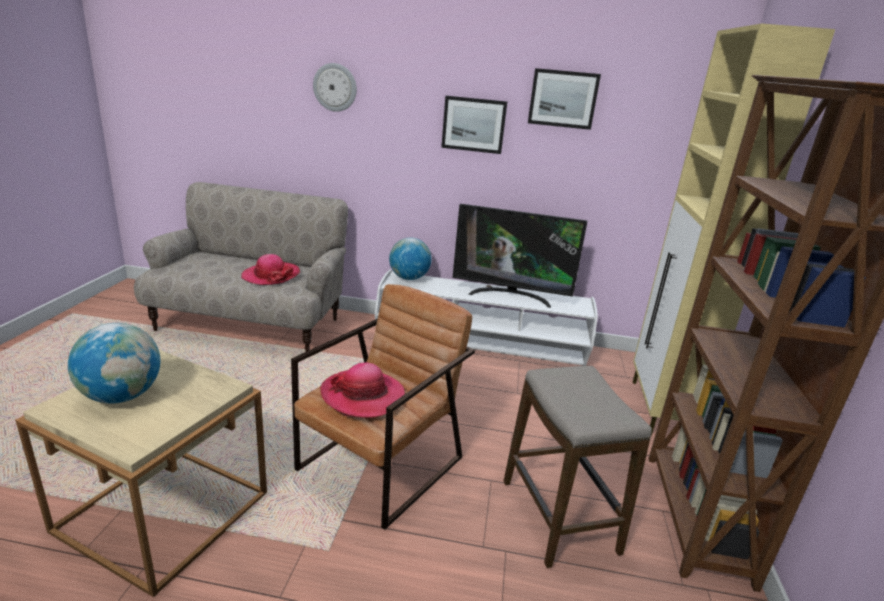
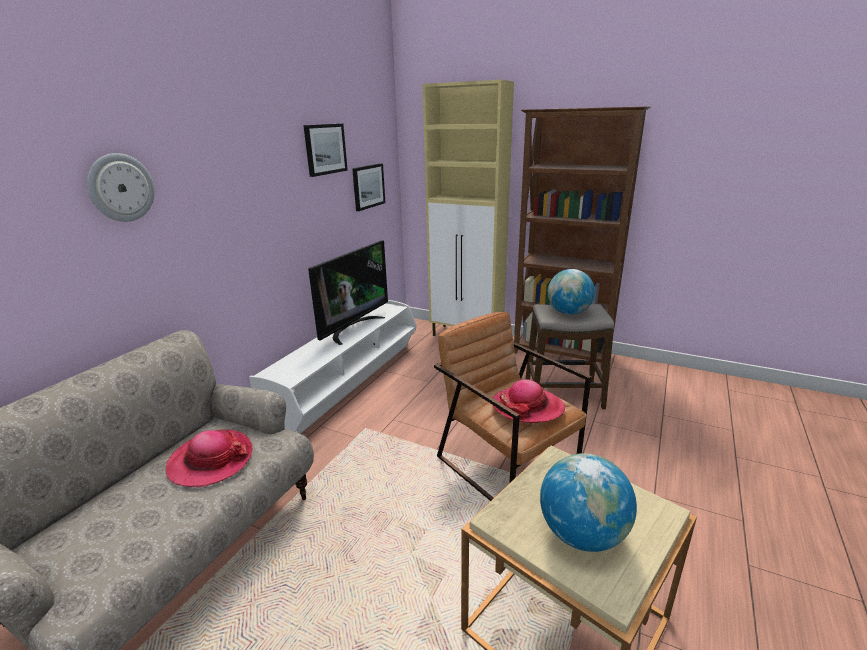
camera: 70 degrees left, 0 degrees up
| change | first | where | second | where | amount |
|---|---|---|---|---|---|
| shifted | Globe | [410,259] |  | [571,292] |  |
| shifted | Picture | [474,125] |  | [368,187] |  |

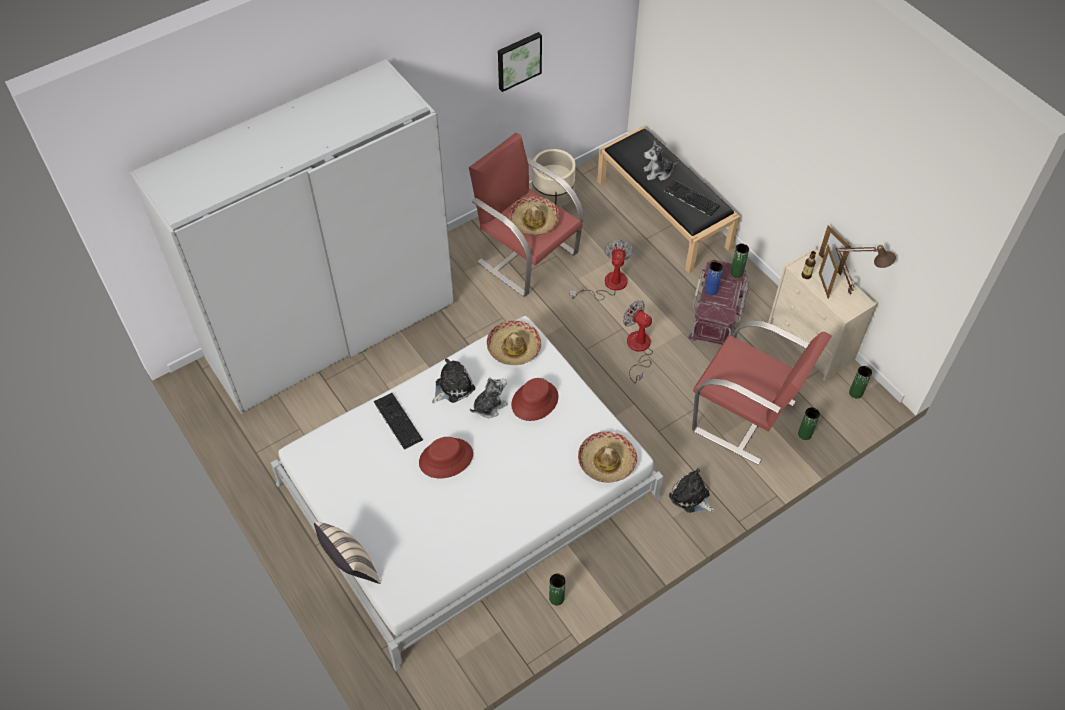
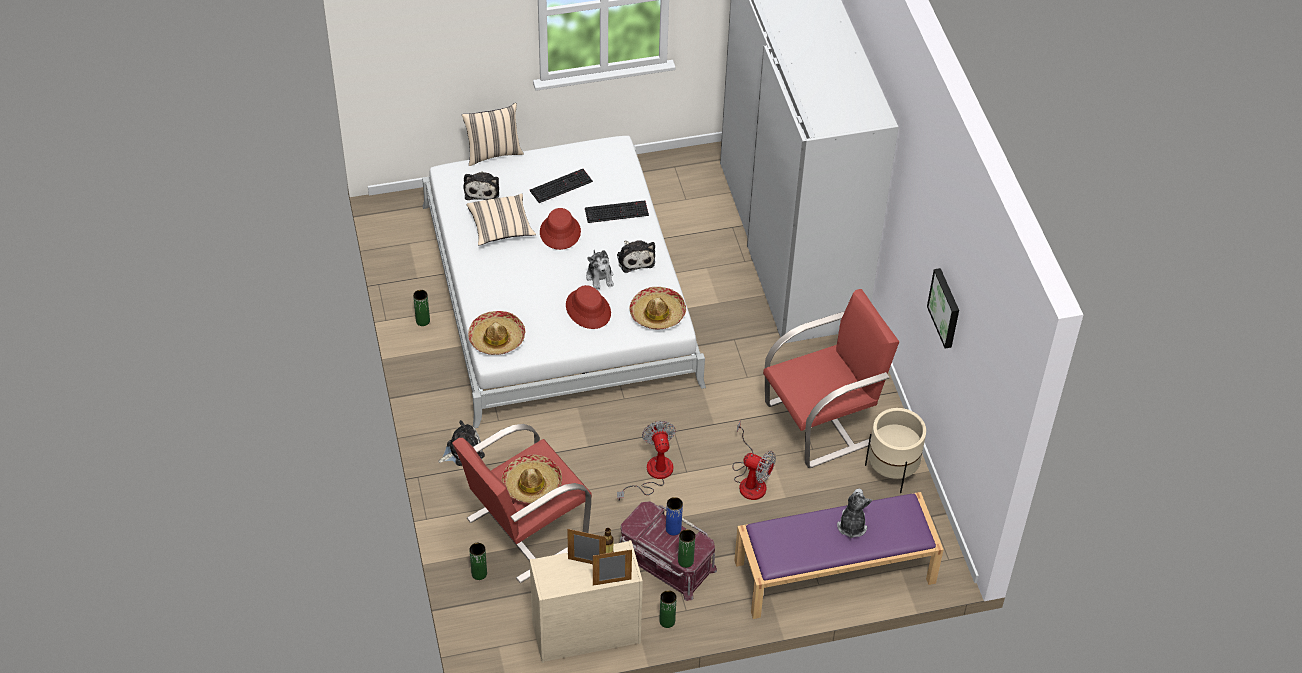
camera: 110 degrees right, 5 degrees down
| change | first | where | second | where | amount |
|---|---|---|---|---|---|
| shifted | Hat | [534,216] |  | [531,479] |  |
| repainted | BlackBench | [668,200] | PurpleBench | [839,555] |  |
| rotated | Fan | [638,341] |  | [646,461] | 75 degrees counterclockwise |
| shifted | Keyboard | [692,198] |  | [561,186] |  |
| gone | BrownTableLamp | [865,270] |  |  |  |
| shifted | GreenVase | [860,382] |  | [668,609] |  |
| new |  |  | PlushToy | [481,185] |  |
| new |  |  | BeigePillow | [501,219] |  |

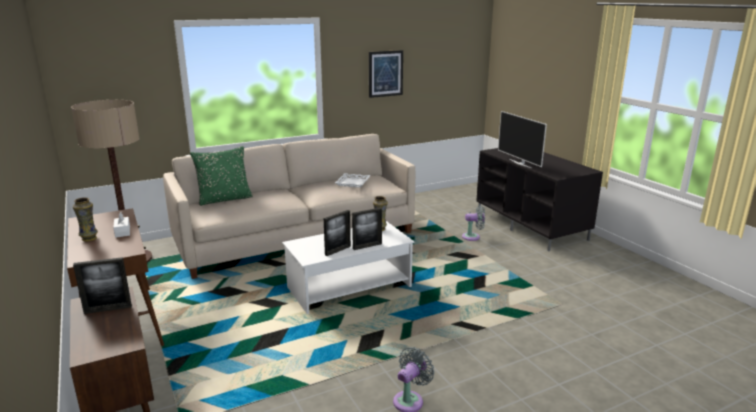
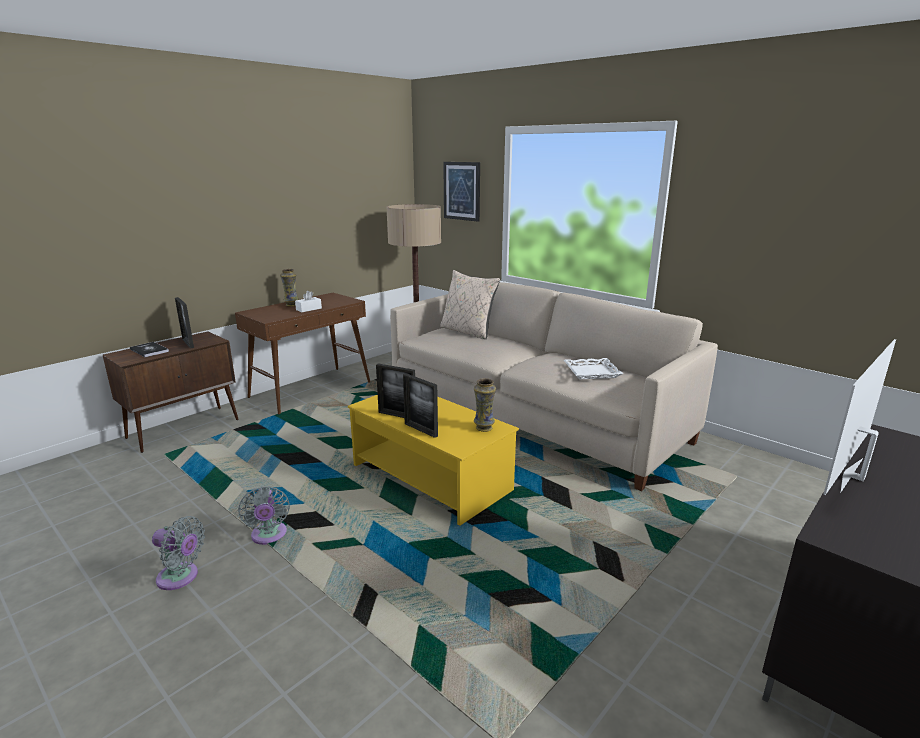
camera: 70 degrees right, 0 degrees up
| change | first | where | second | where | amount |
|---|---|---|---|---|---|
| repainted | GreenPillow | [221,176] | BeigePillow | [470,304] |  |
| repainted | WhiteCoffeeTable | [348,267] | YellowCoffeeTable | [433,460] |  |
| shifted | Picture | [386,74] |  | [461,192] |  |
| shifted | GreyFan | [473,223] |  | [264,515] |  |
| new |  |  | Book | [149,349] |  |

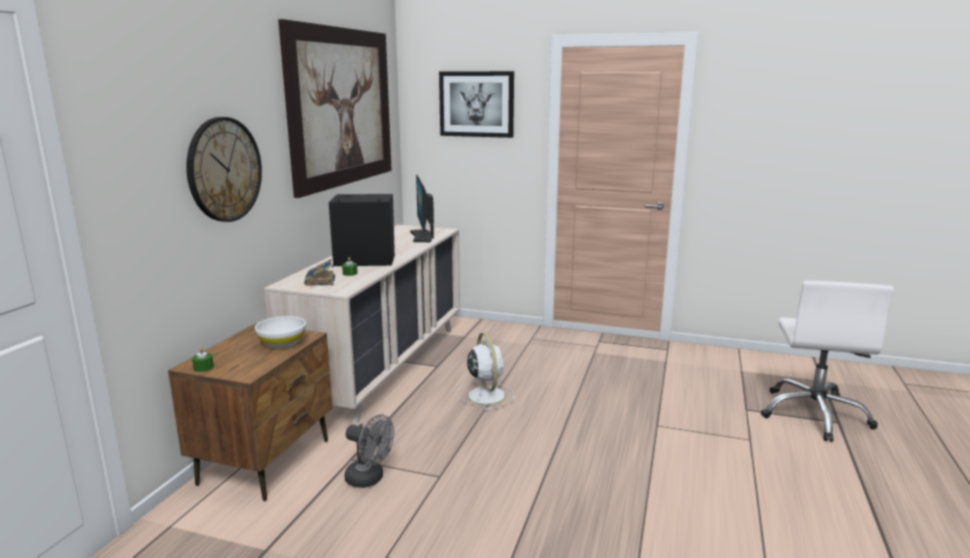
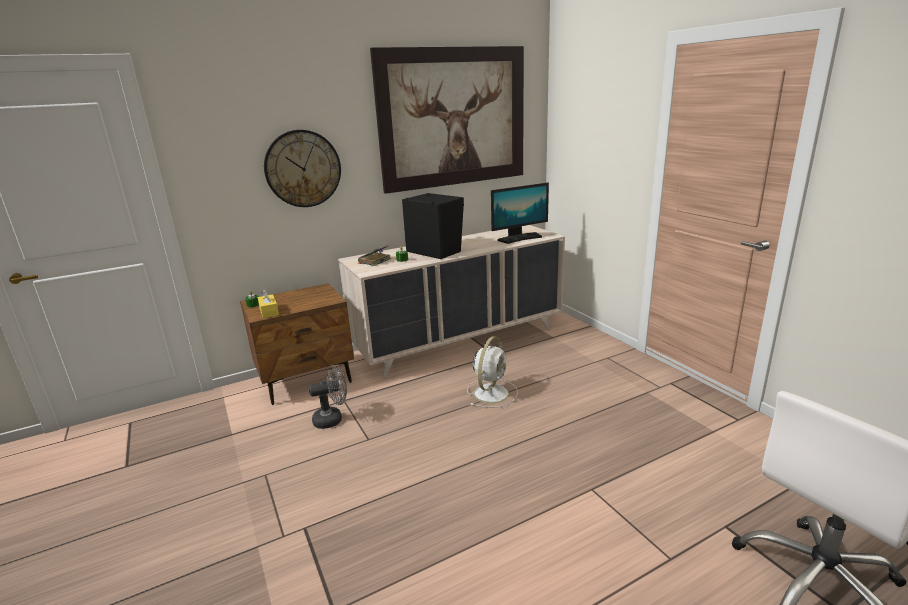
camera: 45 degrees right, 5 degrees up
| change | first | where | second | where | amount |
|---|---|---|---|---|---|
| gone | WhiteBowl | [280,332] |  |  |  |
| rotated | GreyFan | [369,451] |  | [328,397] | 90 degrees counterclockwise |
| rotated | Monitor | [422,208] |  | [520,213] | 150 degrees counterclockwise |
| gone | Picture | [476,104] |  |  |  |
| new |  |  | YellowTissueBox | [268,303] |  |

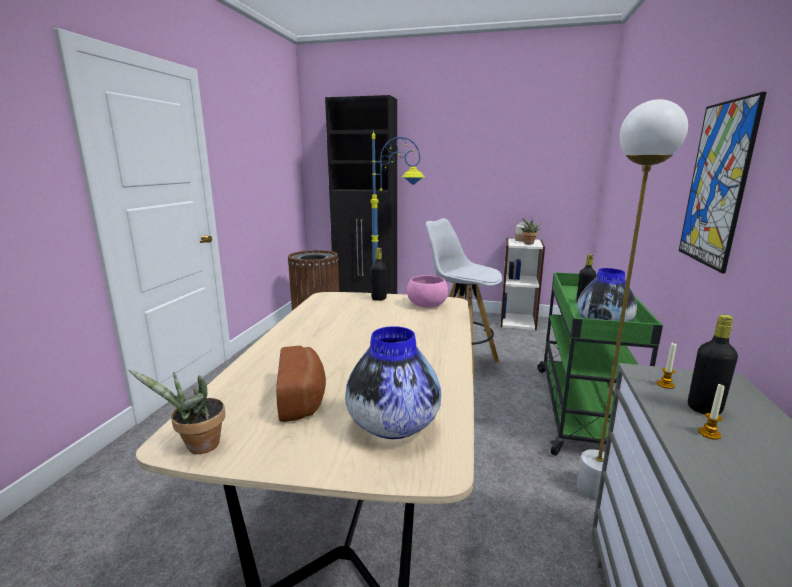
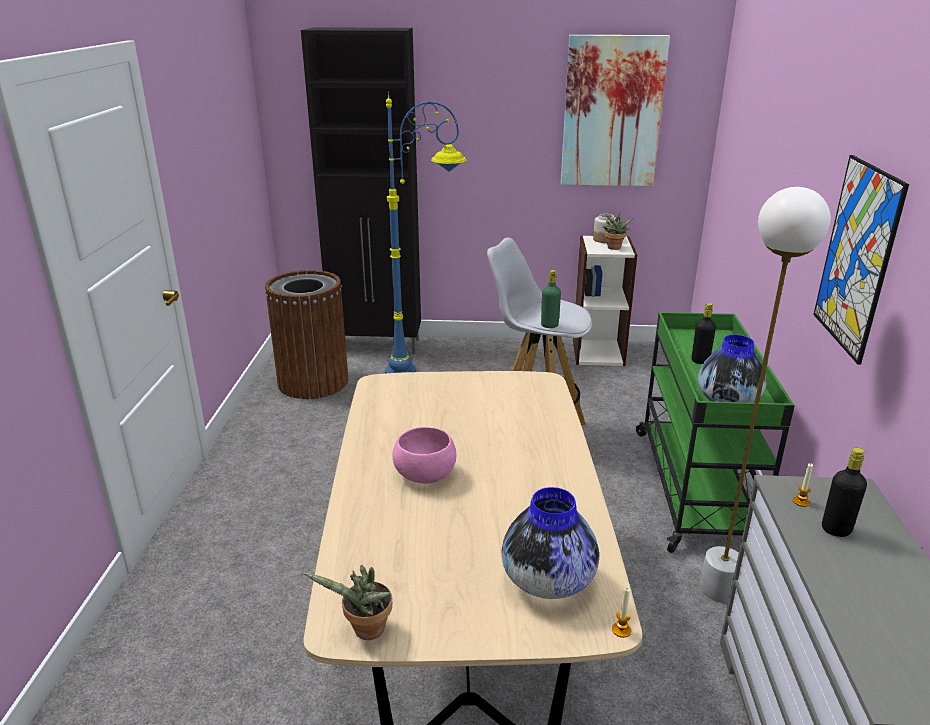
camera: 10 degrees left, 10 degrees up
| change | first | where | second | where | amount |
|---|---|---|---|---|---|
| gone | Bread | [301,384] |  |  |  |
| gone | BlackBottle | [378,274] |  |  |  |
| shifted | PinkBowl | [427,291] |  | [424,455] |  |
| shifted | Candle | [711,412] |  | [621,613] |  |
| new |  |  | GreenBottle | [551,299] |  |
| new |  |  | Picture | [615,110] |  |

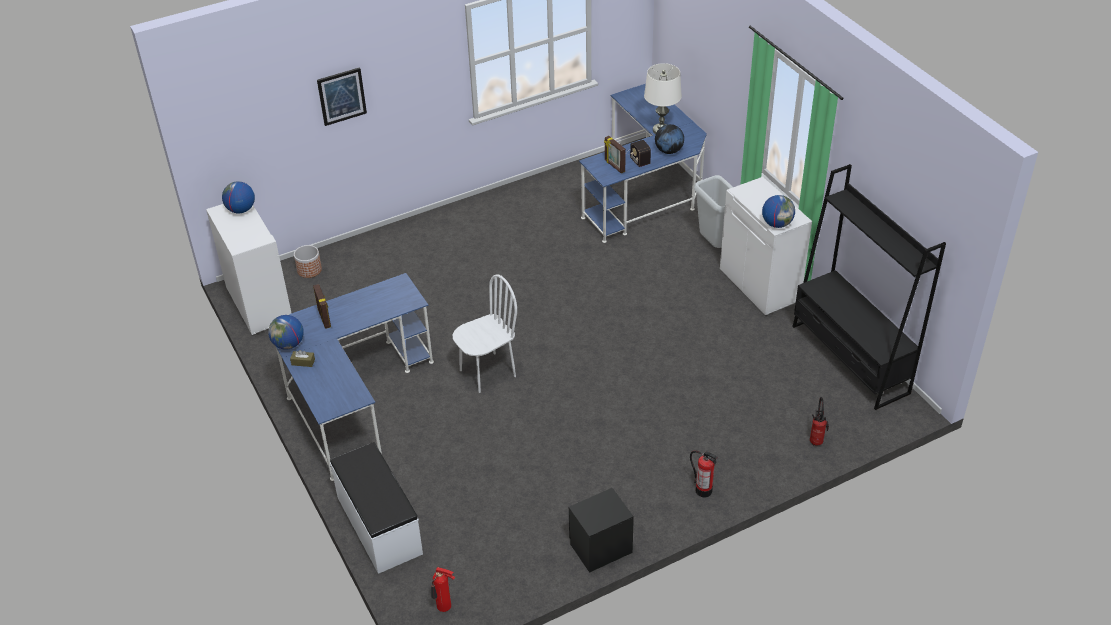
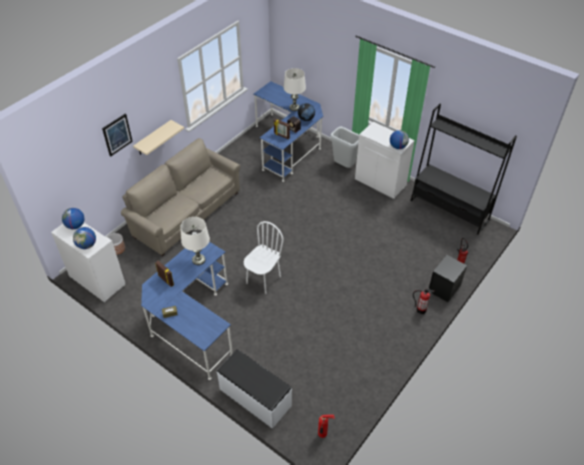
camera: 25 degrees left, 5 degrees up
| change | first | where | second | where | amount |
|---|---|---|---|---|---|
| shifted | Globe | [286,332] |  | [84,238] |  |
| shifted | BlackNightstand | [601,530] |  | [448,278] |  |
| new |  |  | BeigeSofa | [180,197] |  |
| new |  |  | BeigeShelf | [158,137] |  |
| new |  |  | WhiteTableLamp | [195,241] |  |

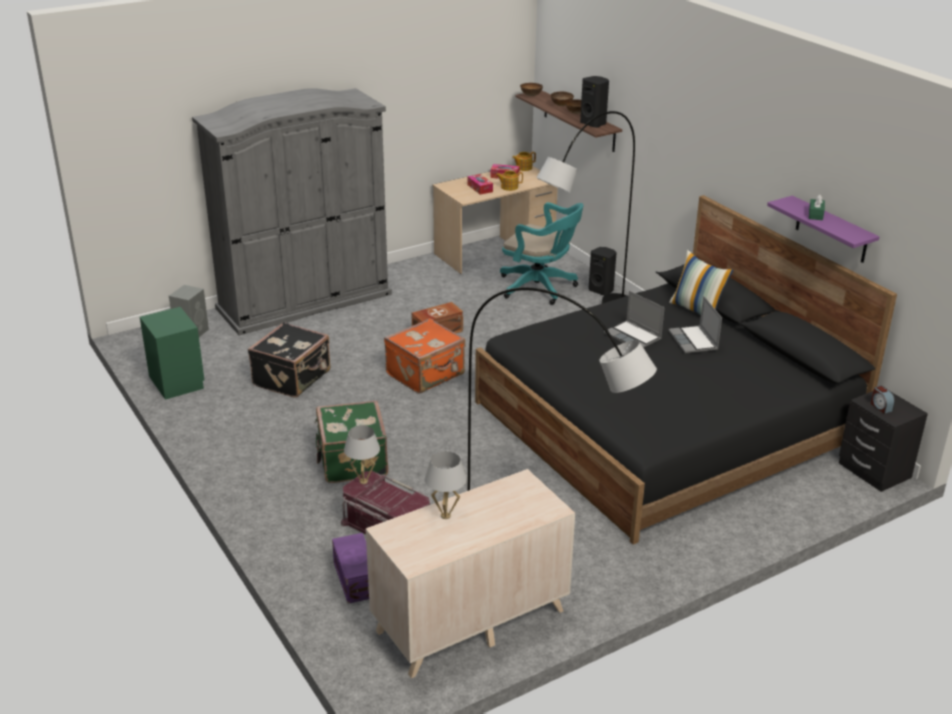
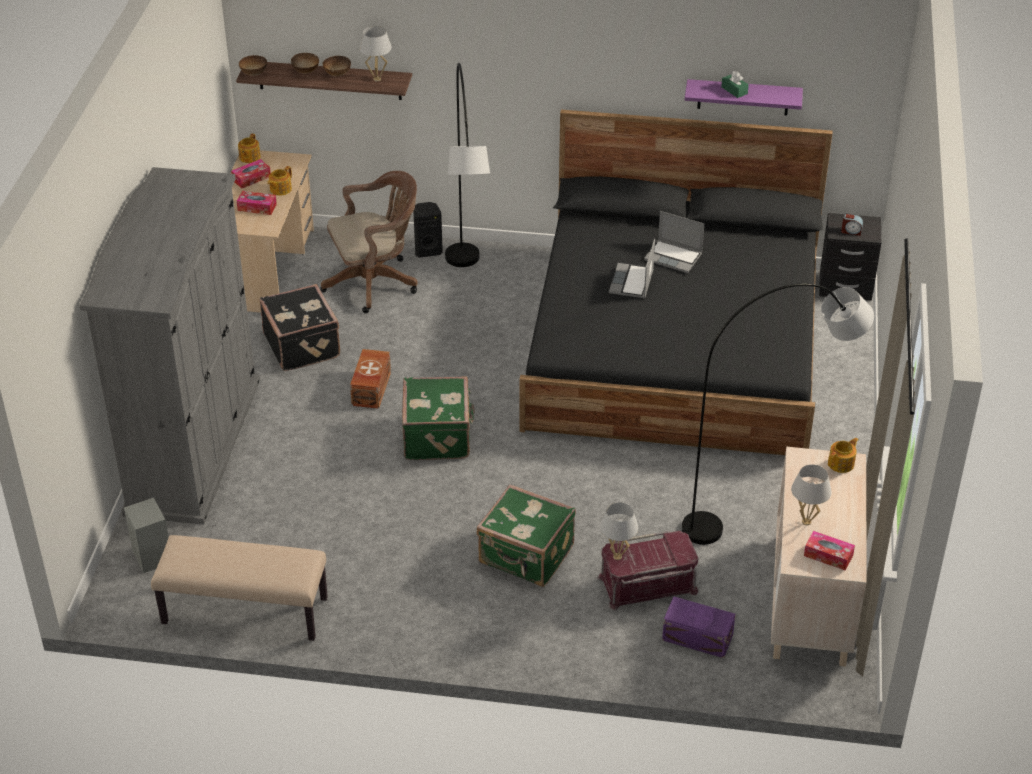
camera: 50 degrees left, 10 degrees up
| change | first | where | second | where | amount |
|---|---|---|---|---|---|
| swapped | GreenNightstand | [172,353] | BeigeBench | [239,588] |  |
| shifted | BlackSuitcase | [289,360] |  | [299,327] |  |
| repainted | OrangeSuitcase | [424,356] | GreenSuitcase | [438,418] |  |
| repainted | TurquoiseOfficeChair | [542,253] | BrownOfficeChair | [369,242] |  |
| swapped | BlackSpeaker | [594,102] | WhiteTableLamp | [375,53] |  |
| rotated | Laptop | [634,319] |  | [632,268] | 105 degrees clockwise |
| gone | Pillow | [701,282] |  |  |  |
| new |  |  | TissueBox | [829,551] |  |
| new |  |  | Teapot | [843,455] |  |

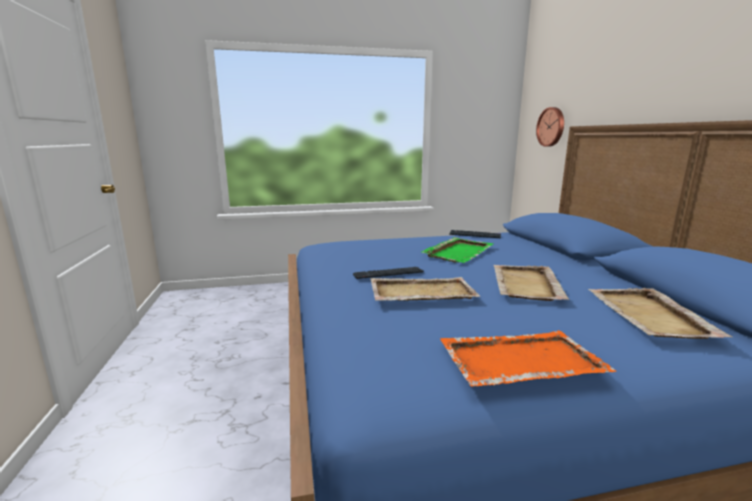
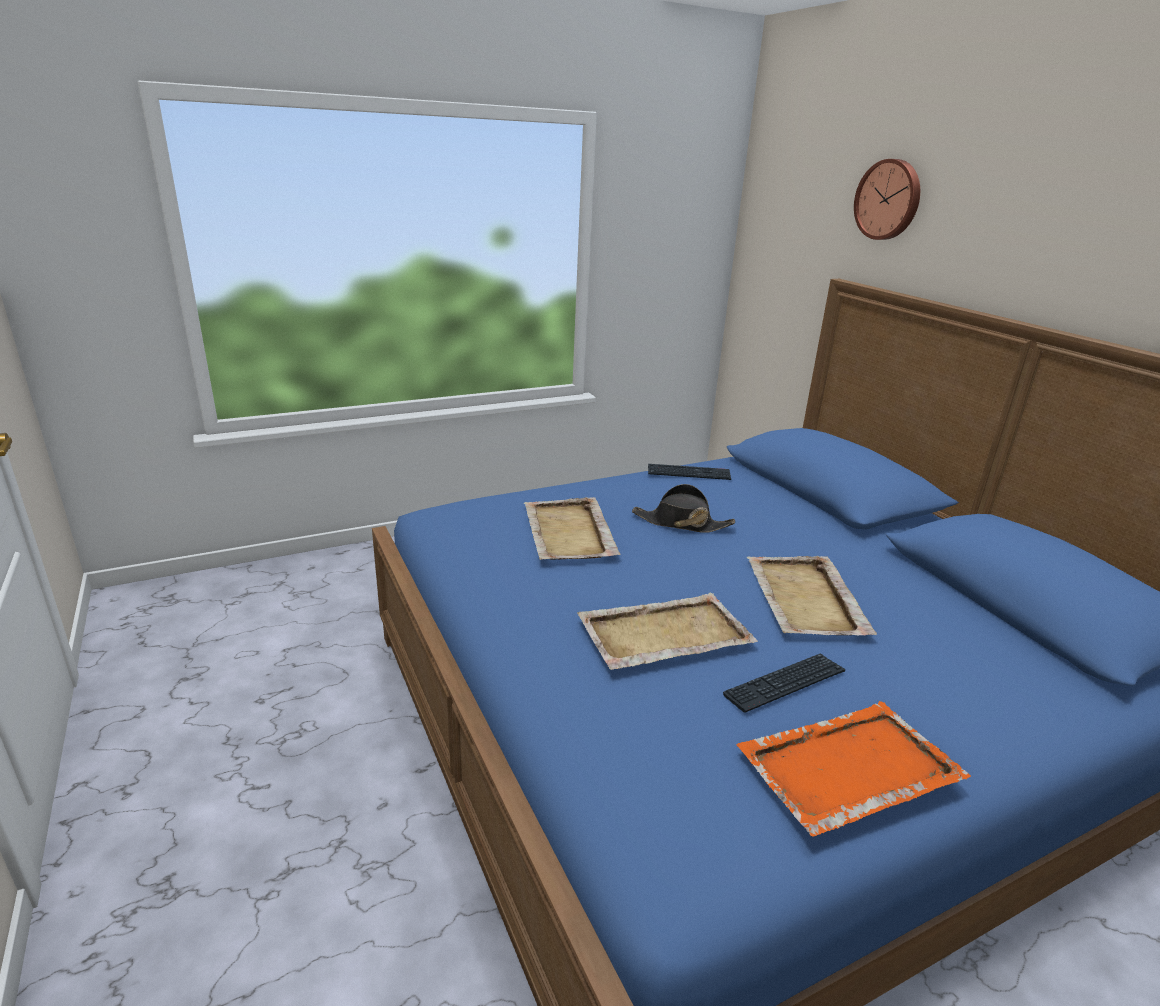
camera: 15 degrees left, 10 degrees up
| change | first | where | second | where | amount |
|---|---|---|---|---|---|
| shifted | Keyboard | [388,273] |  | [784,683] |  |
| swapped | GreenTray | [457,250] | BlackHat | [683,508] |  |
| shifted | WallClock | [550,127] |  | [887,199] |  |
| shifted | BeigeTray | [660,313] |  | [572,528] |  |

